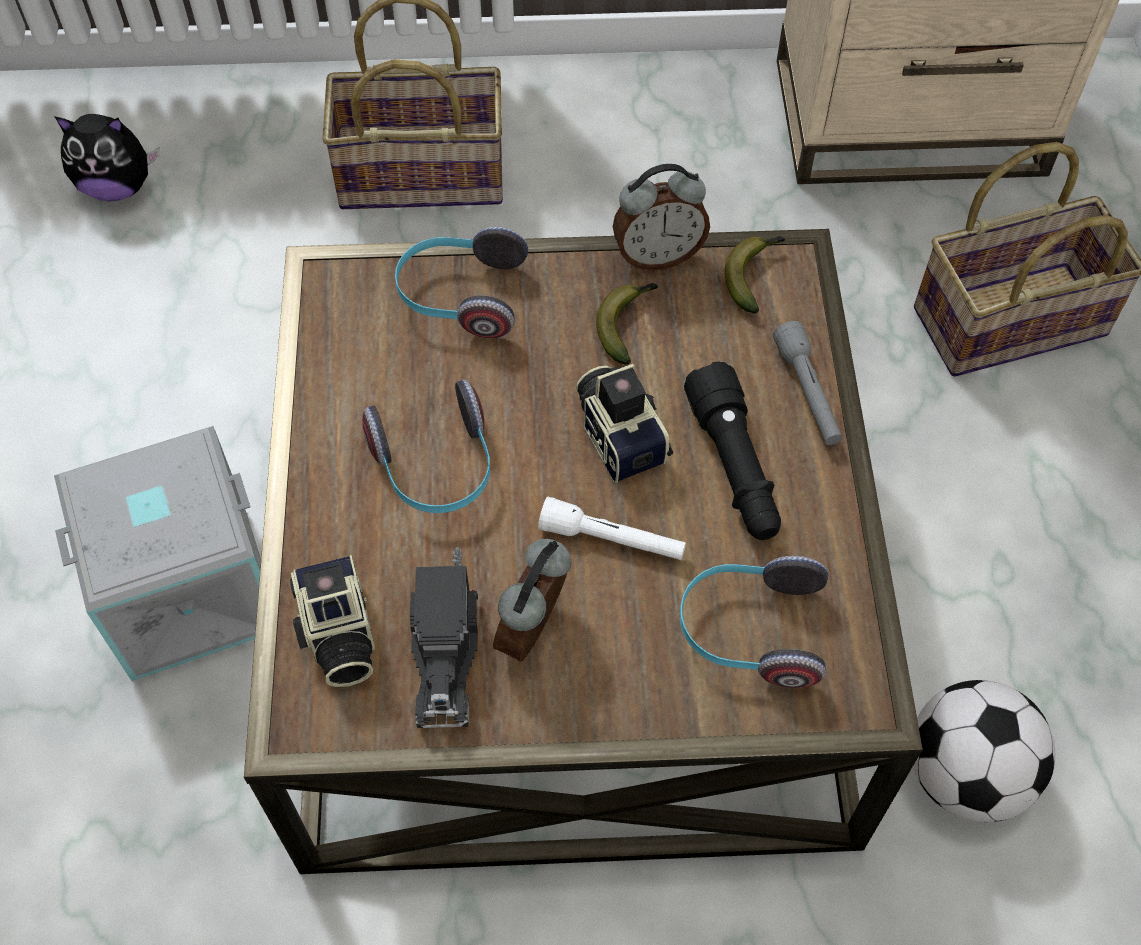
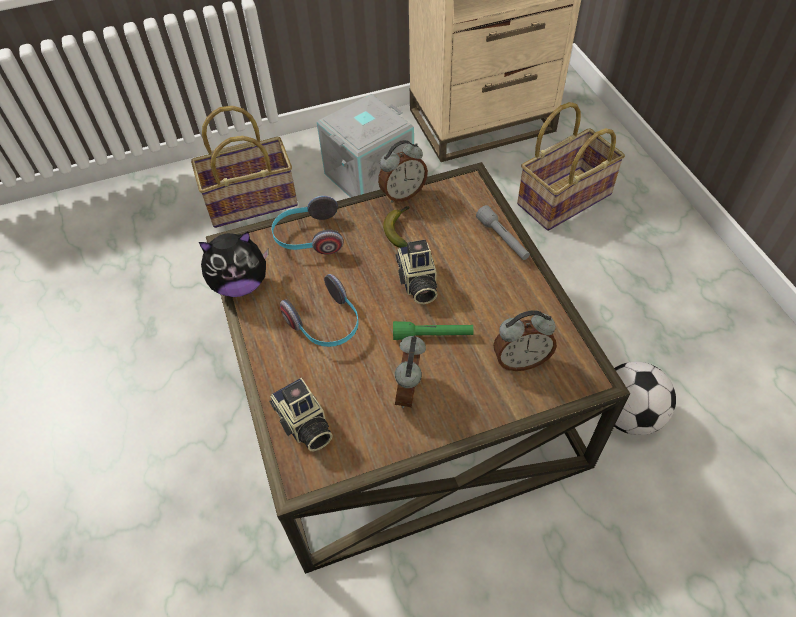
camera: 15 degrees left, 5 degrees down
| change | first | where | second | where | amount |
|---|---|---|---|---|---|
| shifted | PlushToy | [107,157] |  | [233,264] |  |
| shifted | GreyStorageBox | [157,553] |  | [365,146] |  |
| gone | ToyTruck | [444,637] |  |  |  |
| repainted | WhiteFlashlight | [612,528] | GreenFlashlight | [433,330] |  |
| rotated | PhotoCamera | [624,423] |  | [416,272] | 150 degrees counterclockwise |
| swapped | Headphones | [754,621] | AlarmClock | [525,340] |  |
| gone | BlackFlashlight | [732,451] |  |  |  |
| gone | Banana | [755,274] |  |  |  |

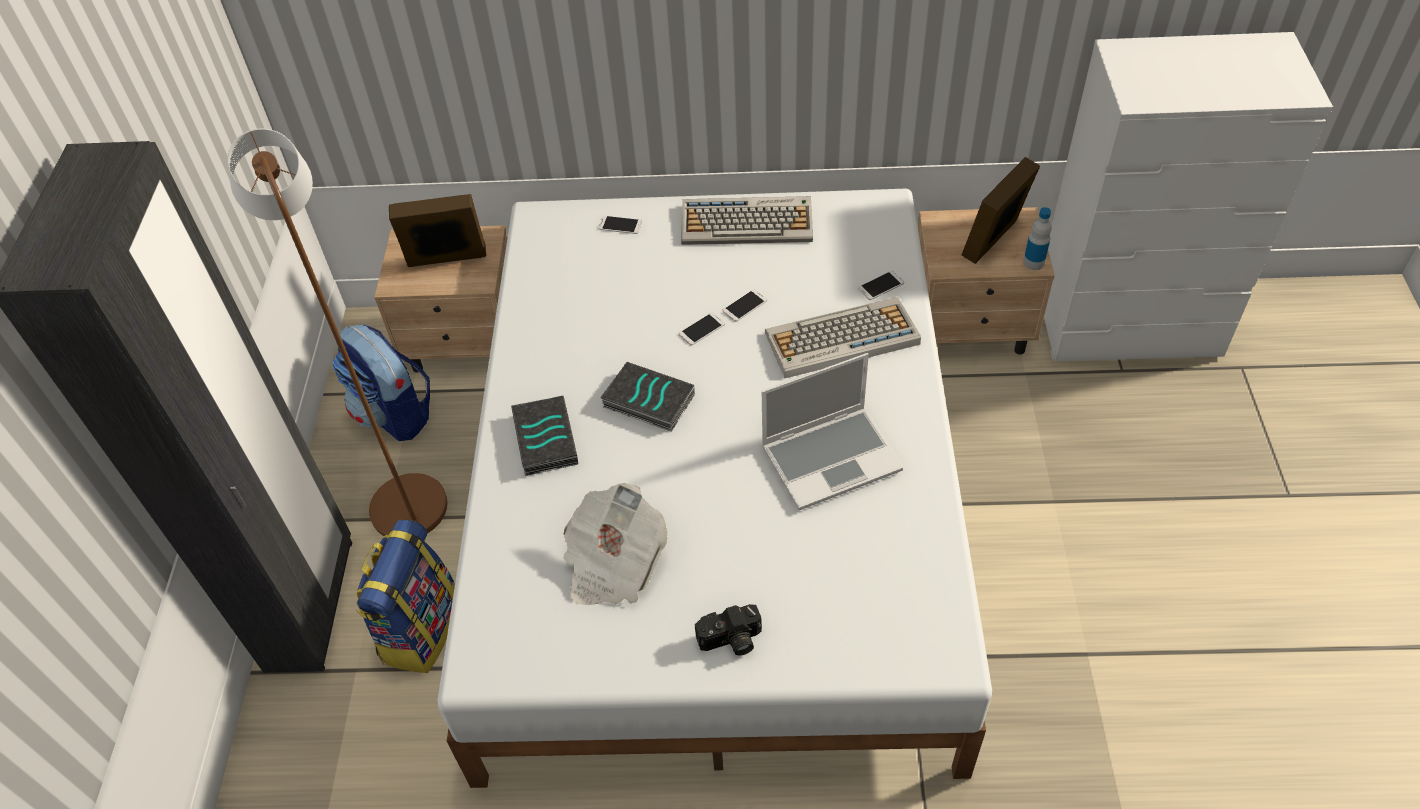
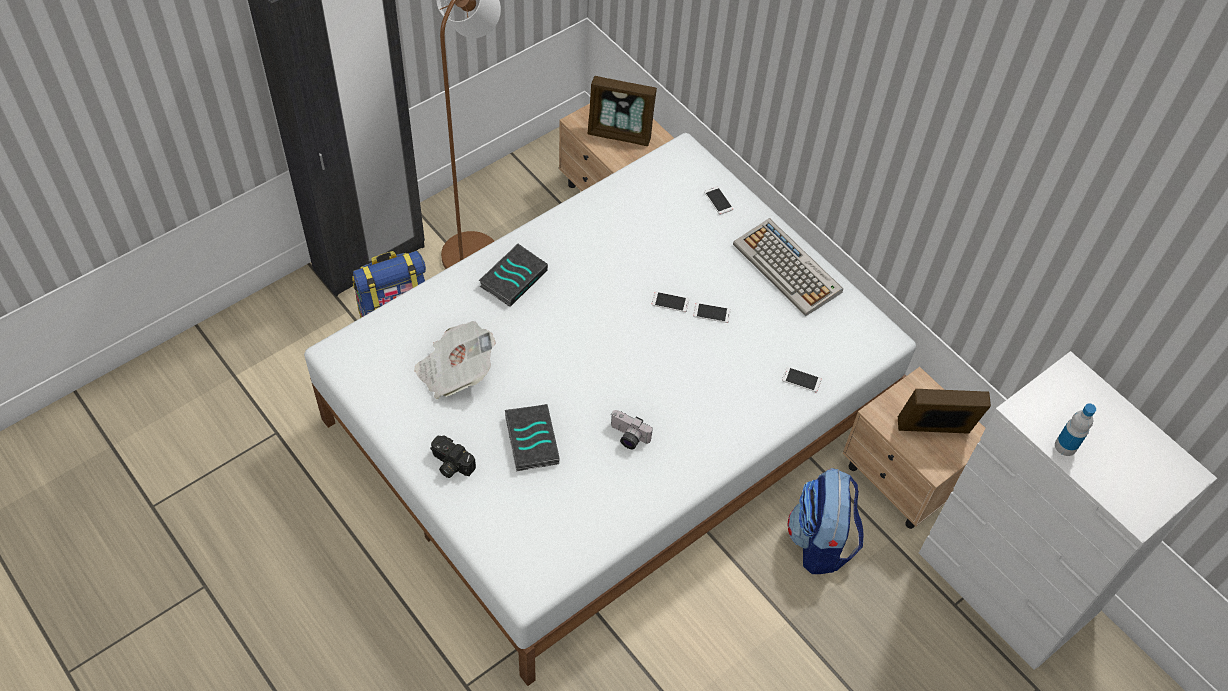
camera: 45 degrees right, 5 degrees up
| change | first | where | second | where | amount |
|---|---|---|---|---|---|
| shifted | Backpack | [381,382] |  | [825,521] |  |
| rotated | PictureFrame | [437,230] |  | [622,111] | 150 degrees clockwise |
| shifted | Book | [647,397] |  | [532,437] |  |
| swapped | Laptop | [832,431] | PhotoCamera | [632,430] |  |
| gone | Keyboard | [843,337] |  |  |  |
| shifted | Bottle | [1037,238] |  | [1075,429] |  |

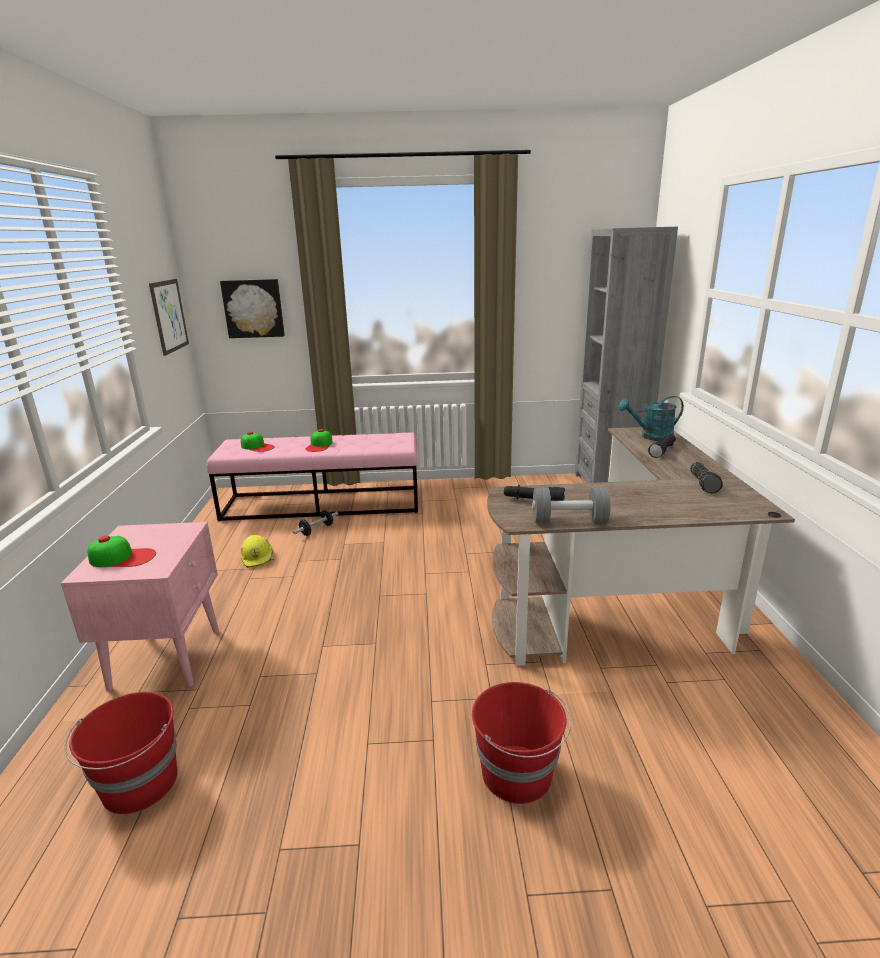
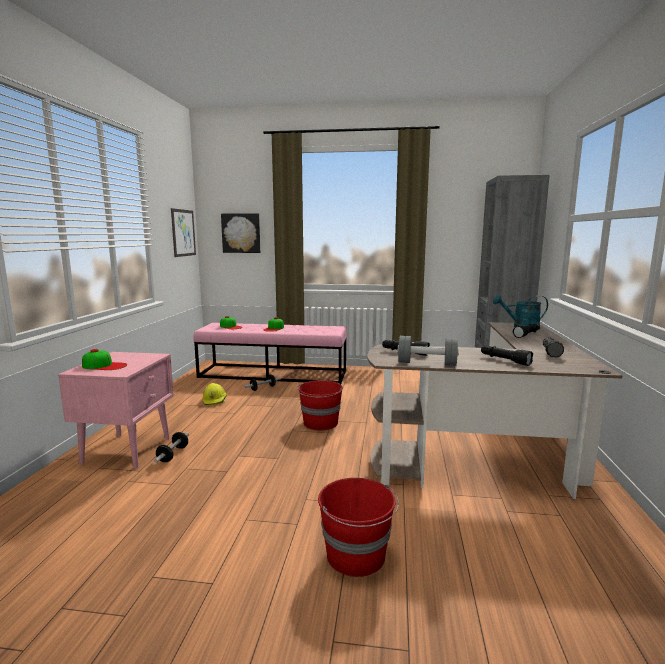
camera: 10 degrees right, 10 degrees down
| change | first | where | second | where | amount |
|---|---|---|---|---|---|
| shifted | RedBucket | [121,753] |  | [320,405] |  |
| new |  |  | Dumbbell | [171,447] |  |
| new |  |  | BlackFlashlight | [507,356] |  |

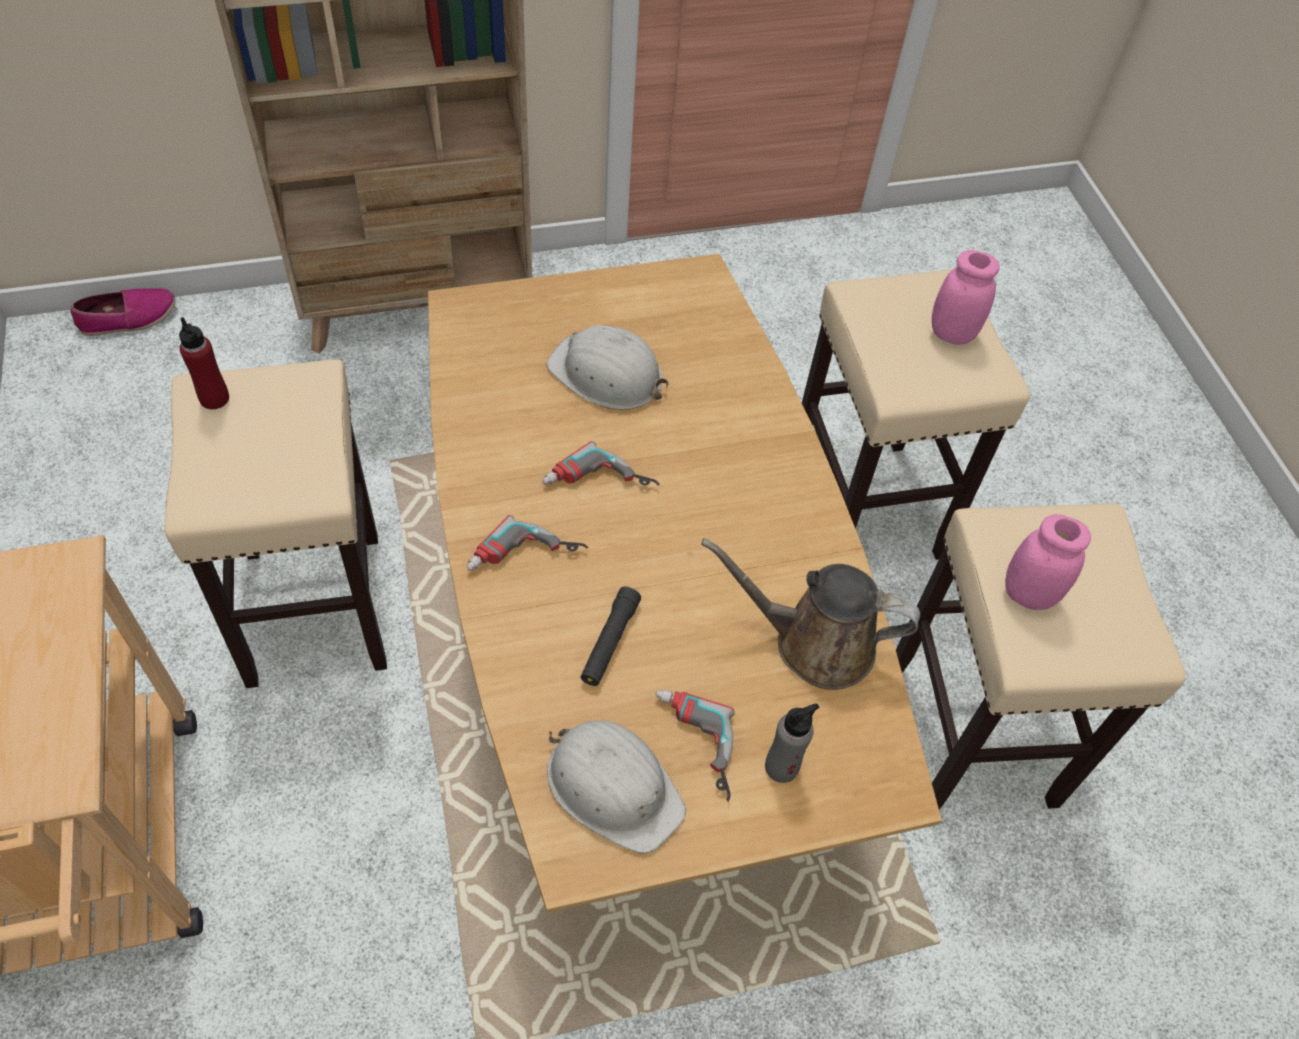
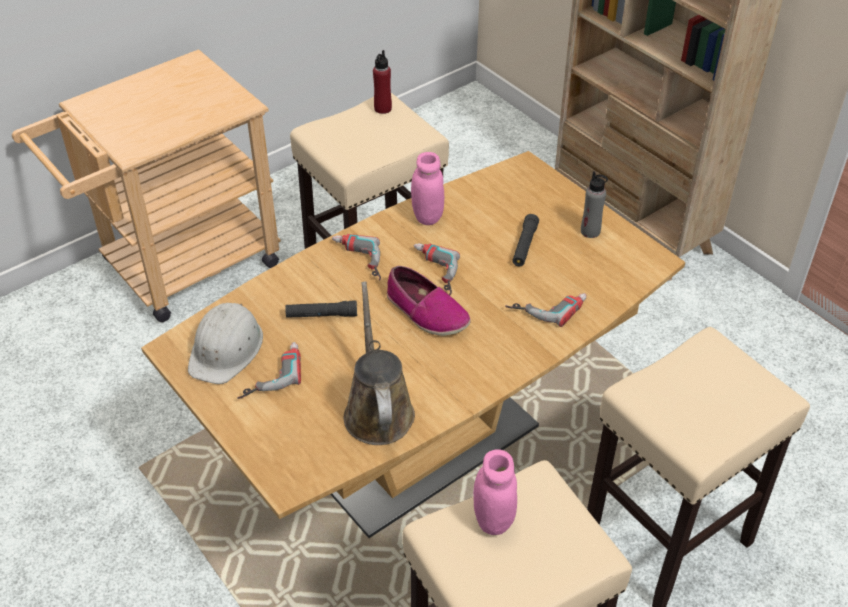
camera: 70 degrees right, 10 degrees down
| change | first | where | second | where | amount |
|---|---|---|---|---|---|
| shifted | Shoe | [122,312] |  | [428,301] |  |
| swapped | WhiteHardHat | [607,367] | BlackFlashlight | [525,240] |  |
| shifted | GreyBottle | [792,743] |  | [594,204] |  |
| shifted | PinkJar | [966,297] |  | [427,188] |  |
| new |  |  | PowerDrill | [545,310] |  |

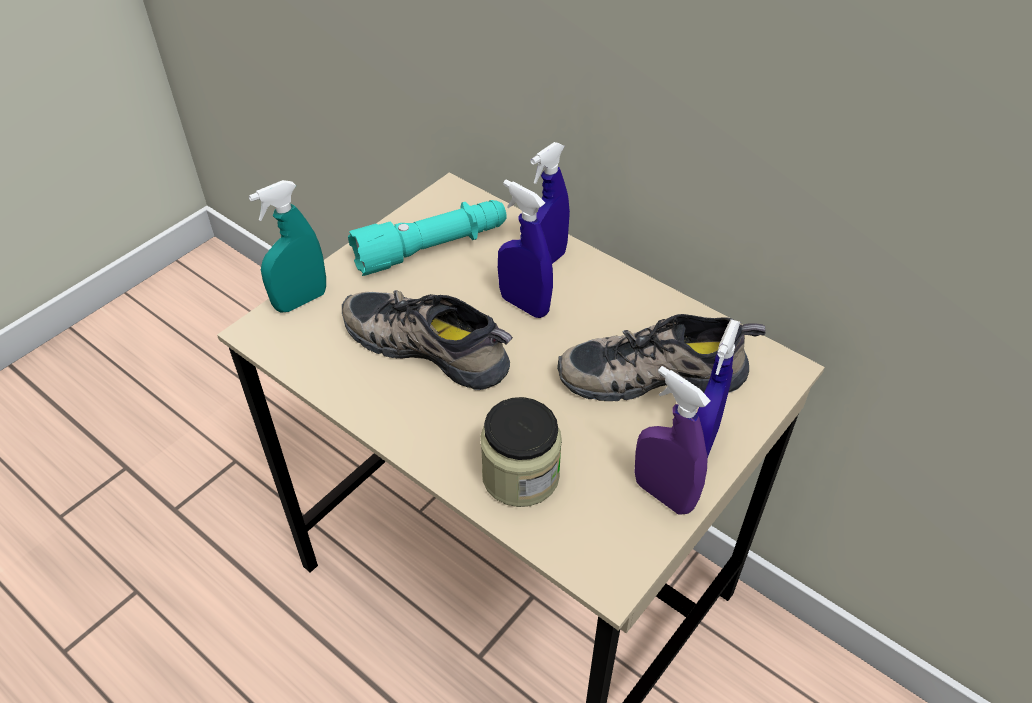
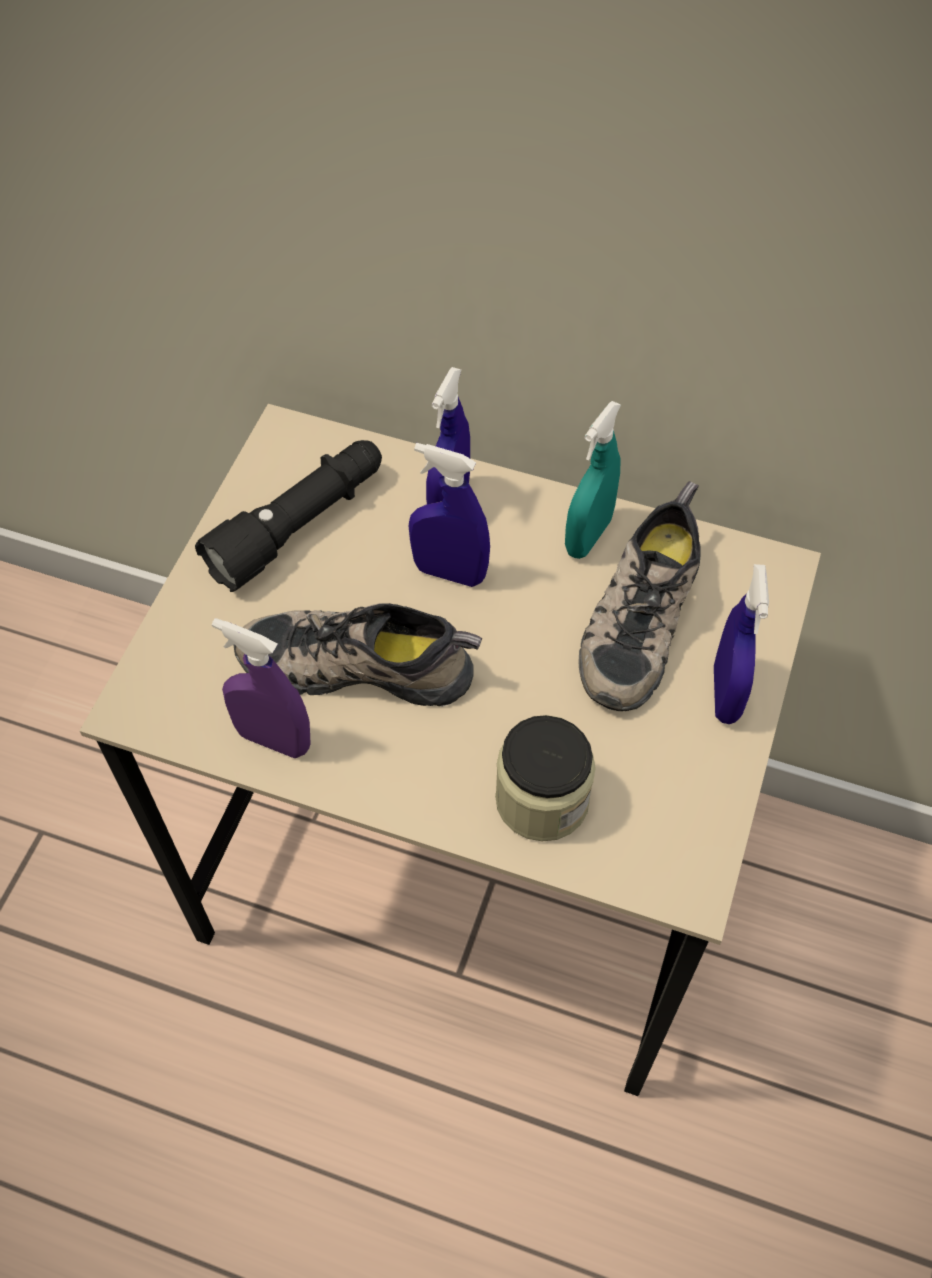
camera: 20 degrees left, 10 degrees up
| change | first | where | second | where | amount |
|---|---|---|---|---|---|
| shifted | TurquoiseSprayBottle | [287,246] |  | [593,480] |  |
| repainted | TurquoiseFlashlight | [427,238] | BlackFlashlight | [288,516] |  |
| rotated | Shoe | [661,357] |  | [639,596] | 45 degrees counterclockwise |
| shifted | PurpleSprayBottle | [673,440] |  | [261,688] |  |

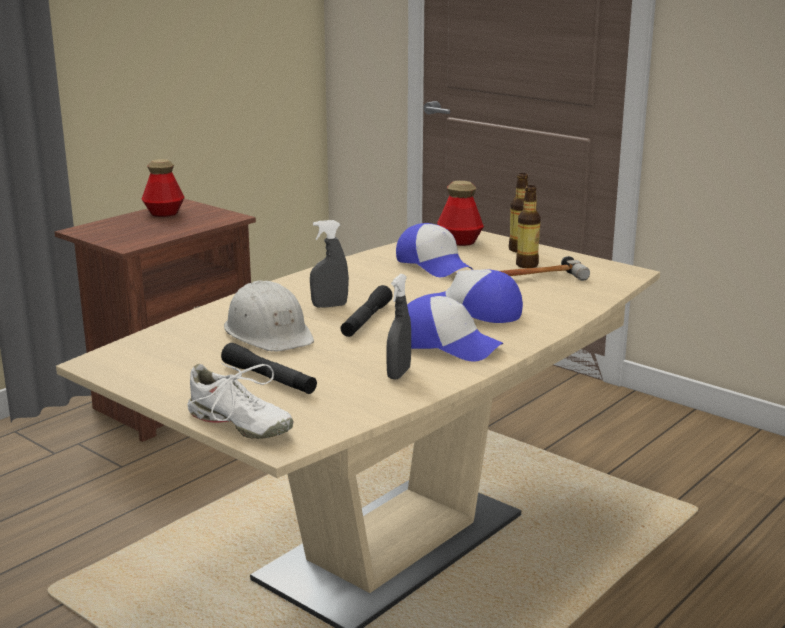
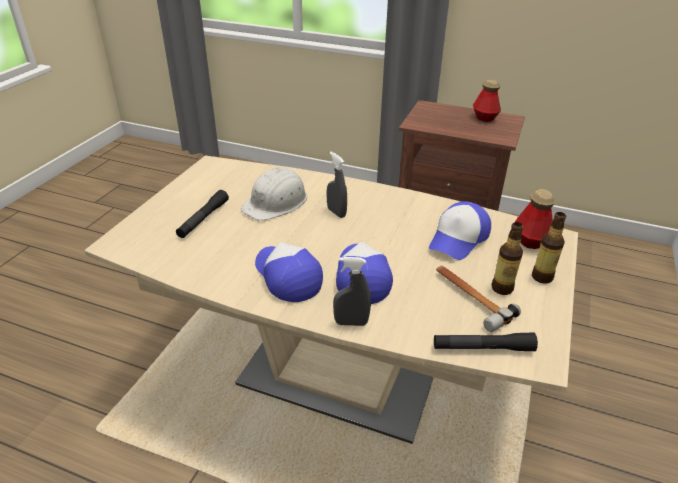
camera: 70 degrees right, 15 degrees up
| change | first | where | second | where | amount |
|---|---|---|---|---|---|
| gone | WhiteShoe | [240,401] |  |  |  |
| shifted | BlackFlashlight | [366,311] |  | [486,342] |  |
| shifted | GreySprayBottle | [398,326] |  | [352,291] |  |
| rotated | Cap | [455,328] |  | [289,272] | 135 degrees clockwise |

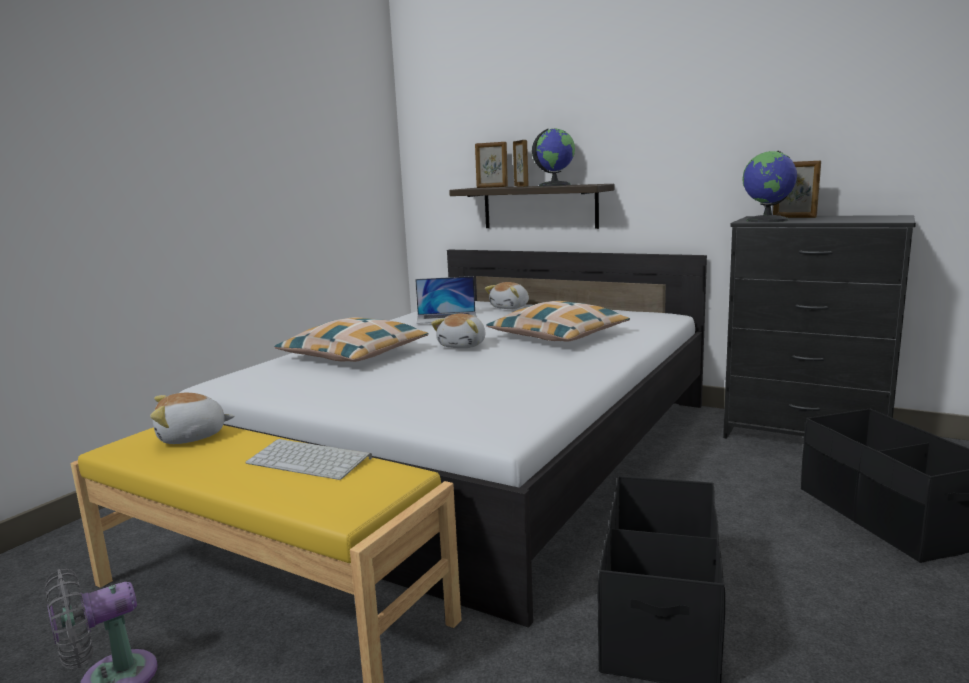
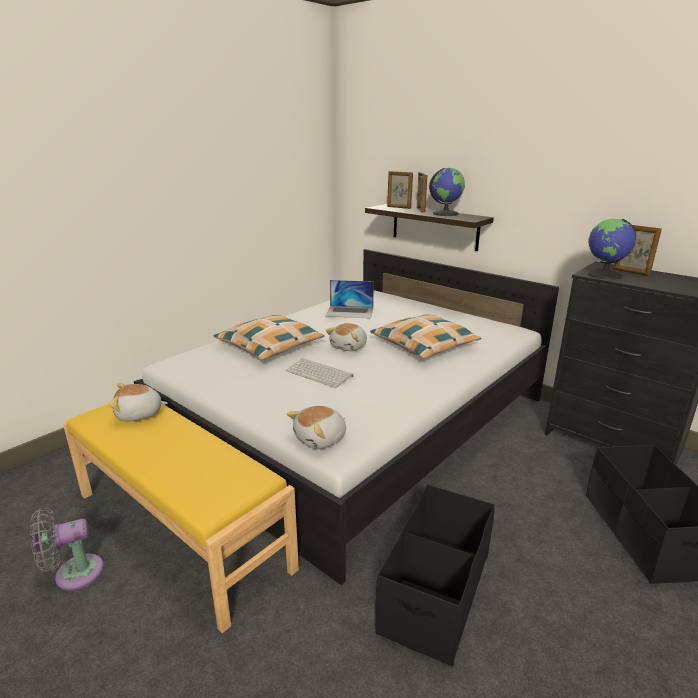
camera: 10 degrees right, 10 degrees up
| change | first | where | second | where | amount |
|---|---|---|---|---|---|
| shifted | Keyboard | [308,459] |  | [320,373] |  |
| shifted | PlushToy | [507,295] |  | [316,427] |  |

